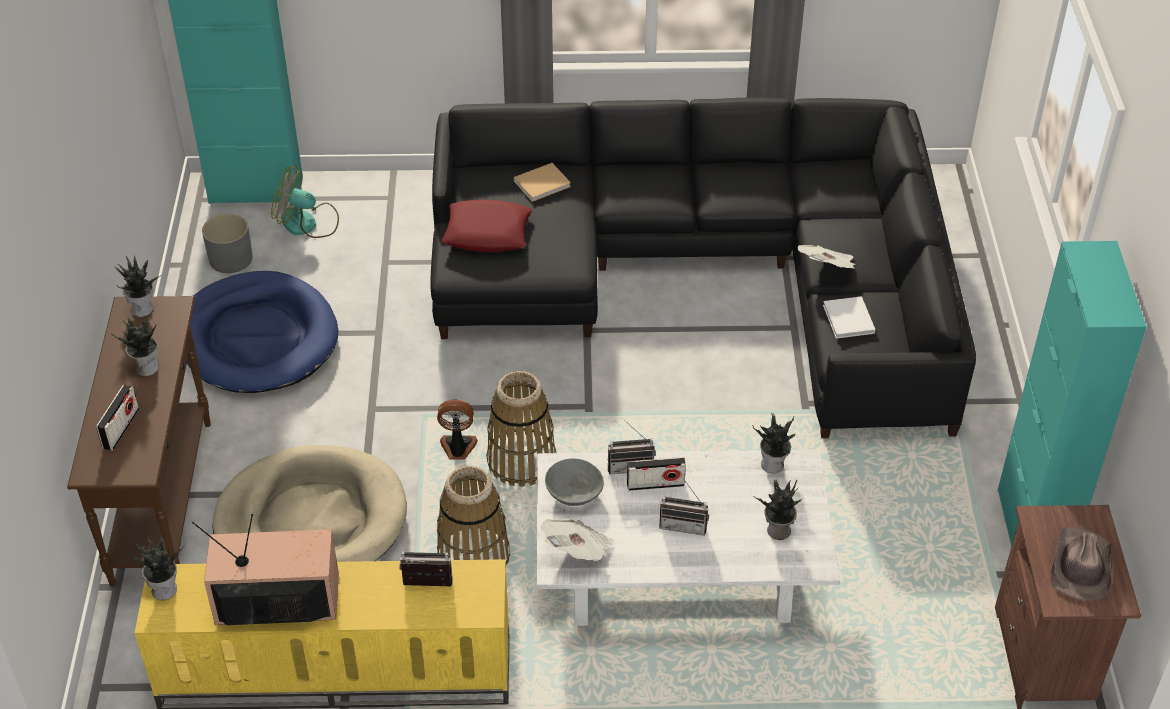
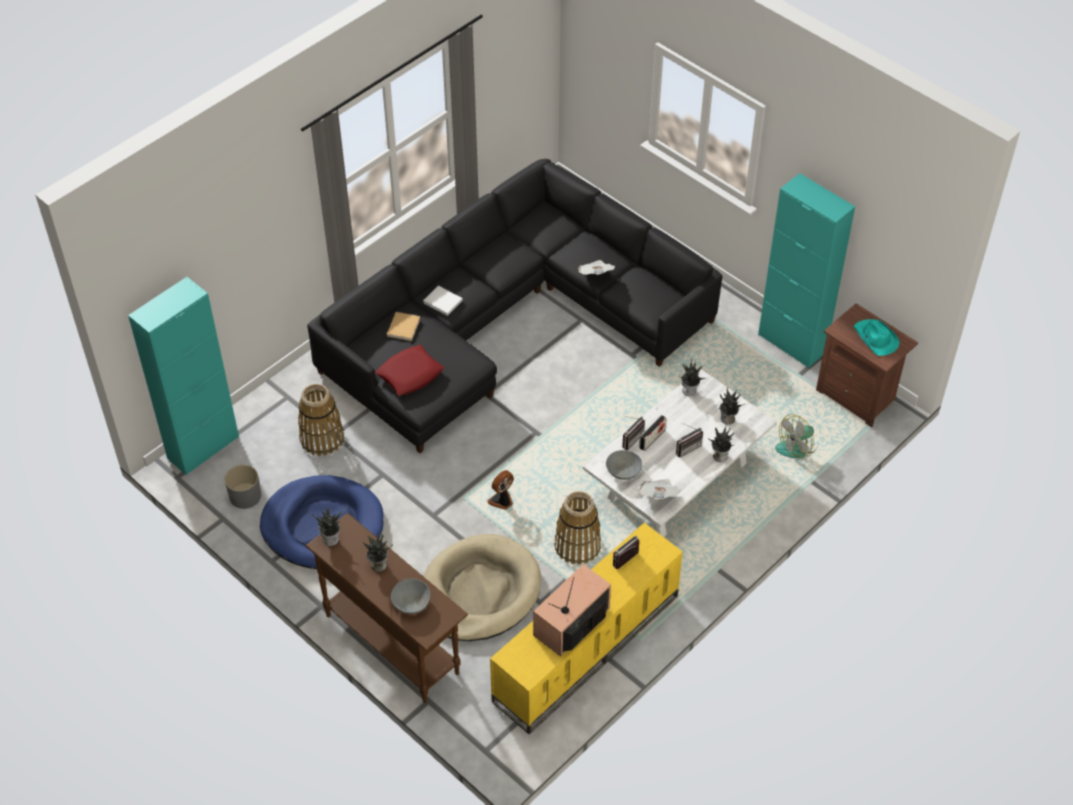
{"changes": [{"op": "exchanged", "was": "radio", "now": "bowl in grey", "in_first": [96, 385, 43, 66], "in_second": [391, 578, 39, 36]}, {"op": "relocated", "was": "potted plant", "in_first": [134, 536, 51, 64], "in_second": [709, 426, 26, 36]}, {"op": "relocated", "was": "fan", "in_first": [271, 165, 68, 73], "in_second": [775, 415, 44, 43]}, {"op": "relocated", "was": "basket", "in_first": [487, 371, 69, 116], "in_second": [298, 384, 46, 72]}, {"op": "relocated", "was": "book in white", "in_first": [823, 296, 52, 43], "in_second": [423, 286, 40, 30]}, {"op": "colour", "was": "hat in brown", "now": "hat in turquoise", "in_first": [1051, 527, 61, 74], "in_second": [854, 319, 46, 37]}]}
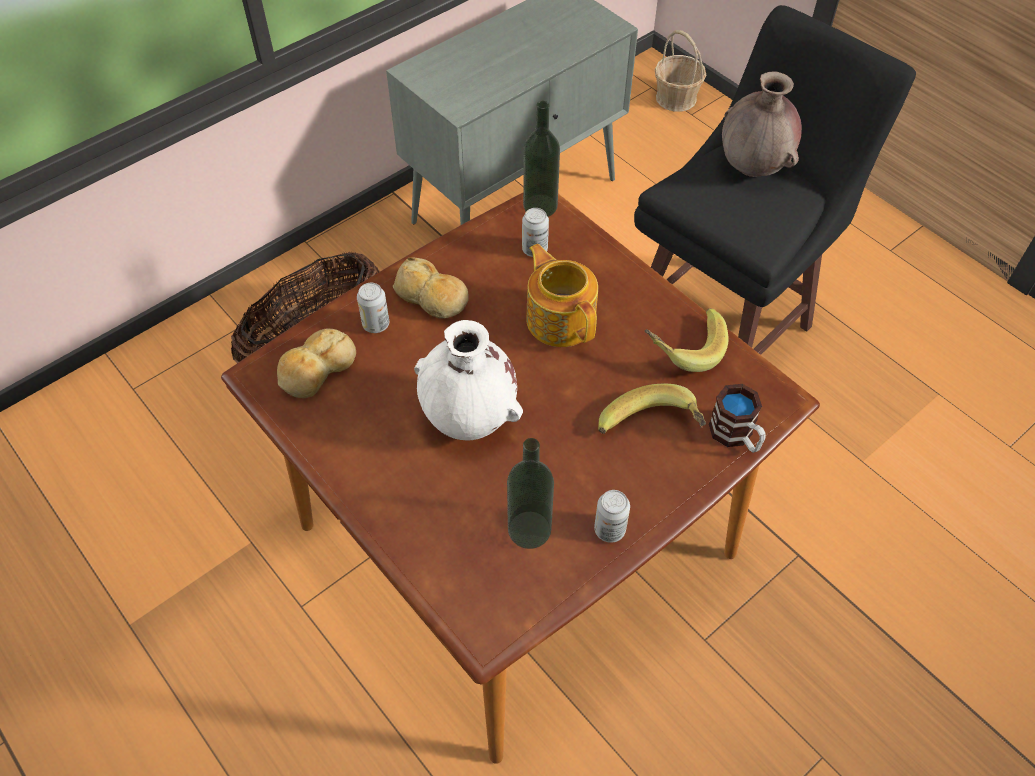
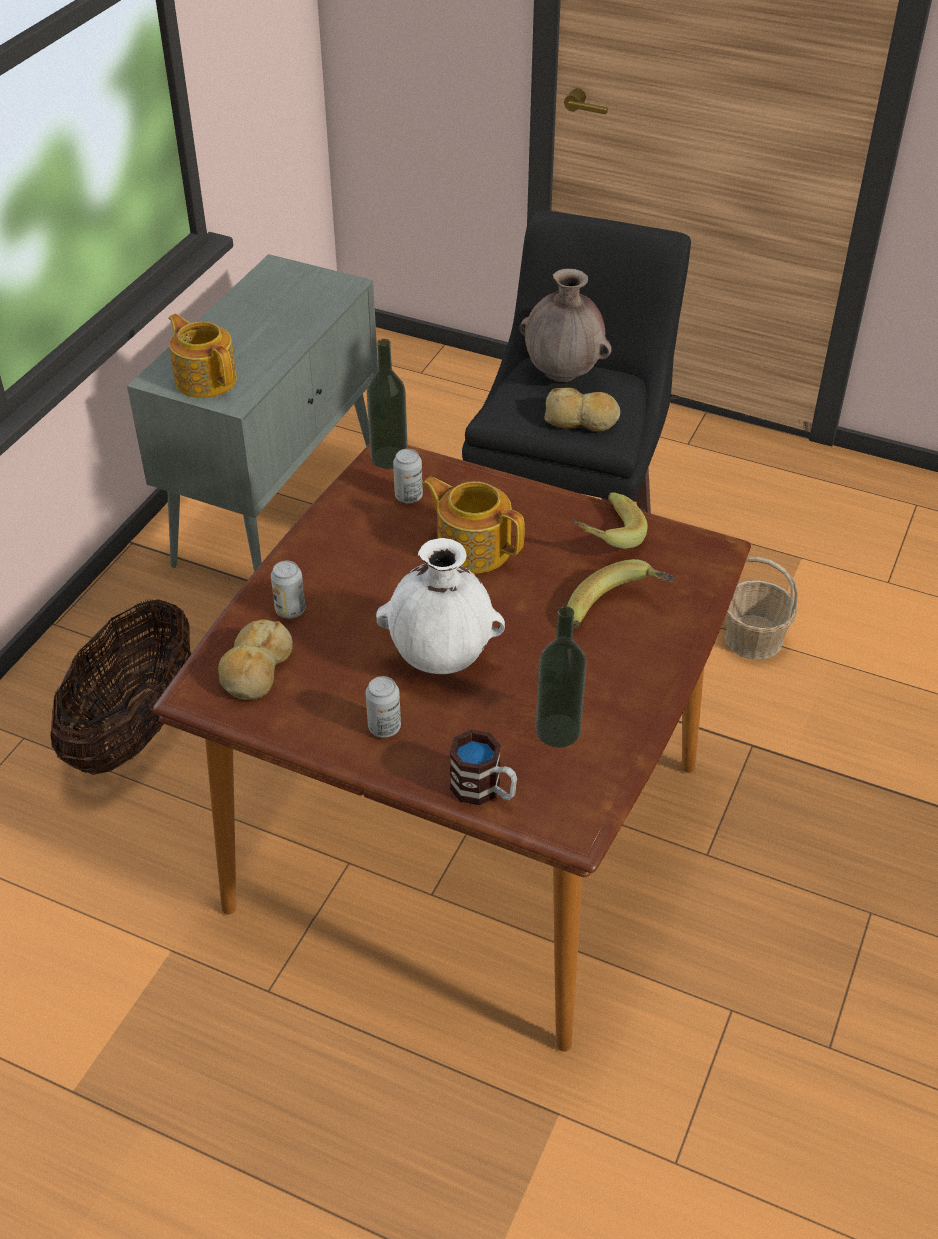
{"changes": [{"op": "relocated", "was": "bread", "in_first": [393, 257, 76, 62], "in_second": [544, 388, 76, 43]}, {"op": "relocated", "was": "can", "in_first": [594, 490, 36, 53], "in_second": [366, 676, 35, 62]}, {"op": "relocated", "was": "basket", "in_first": [655, 30, 51, 81], "in_second": [724, 557, 74, 103]}, {"op": "relocated", "was": "mug", "in_first": [709, 384, 57, 69], "in_second": [450, 730, 67, 75]}, {"op": "appeared", "now": "teapot", "in_second": [168, 314, 69, 84]}]}
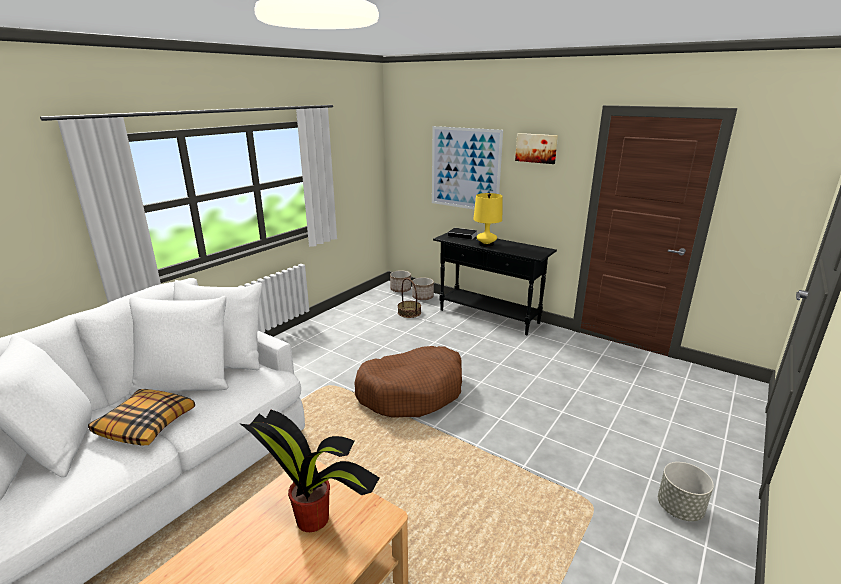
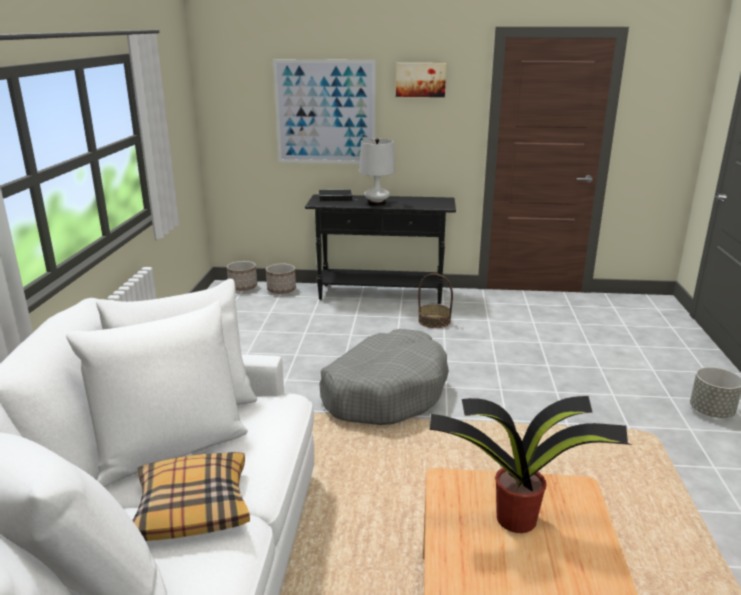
{"changes": [{"op": "colour", "was": "dog bed in brown", "now": "dog bed in grey", "in_first": [354, 346, 108, 72], "in_second": [319, 329, 130, 96]}, {"op": "relocated", "was": "basket", "in_first": [398, 278, 23, 40], "in_second": [418, 273, 35, 55]}, {"op": "colour", "was": "table lamp in yellow", "now": "table lamp in white", "in_first": [473, 193, 29, 54], "in_second": [359, 139, 36, 67]}]}
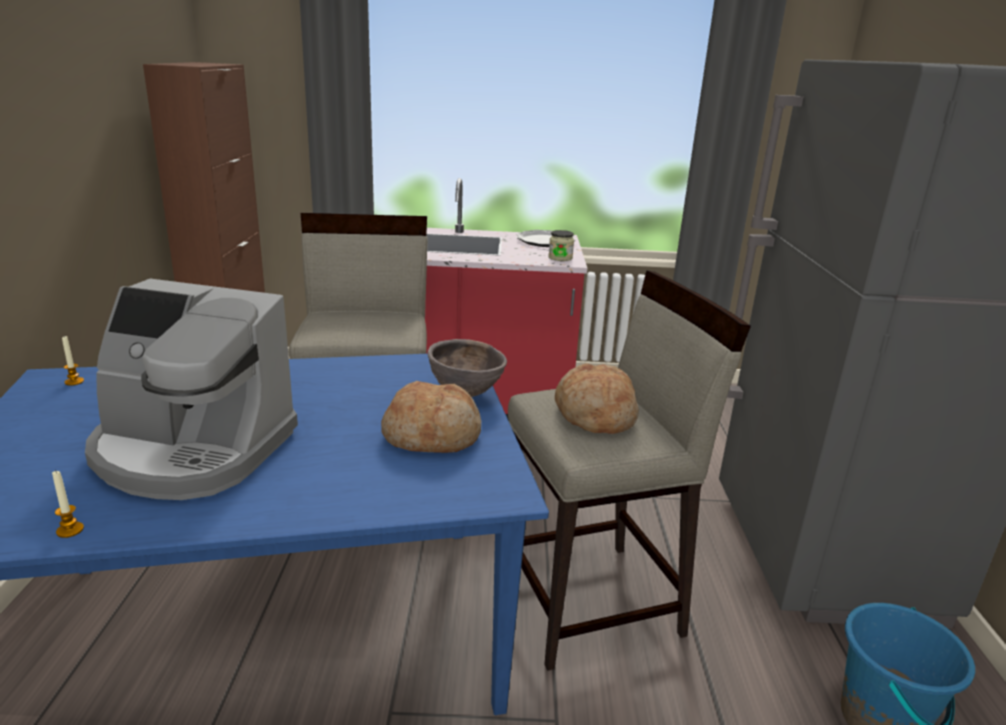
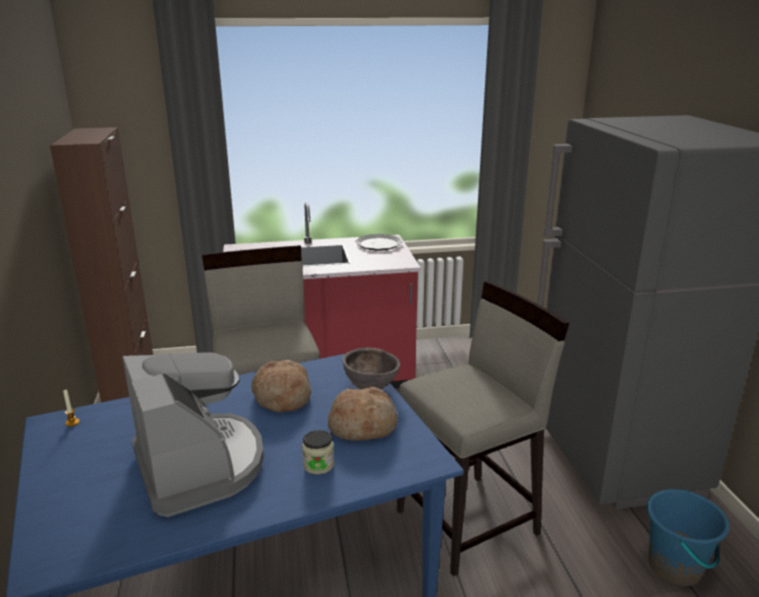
{"changes": [{"op": "missing", "was": "candle", "in_first": [52, 470, 32, 68]}, {"op": "spun", "was": "coffee machine", "in_first": [85, 279, 213, 221], "in_second": [123, 352, 141, 165], "clockwise": -120}, {"op": "relocated", "was": "jar", "in_first": [549, 230, 25, 31], "in_second": [302, 430, 32, 45]}, {"op": "relocated", "was": "bread", "in_first": [555, 363, 84, 71], "in_second": [252, 360, 59, 52]}]}
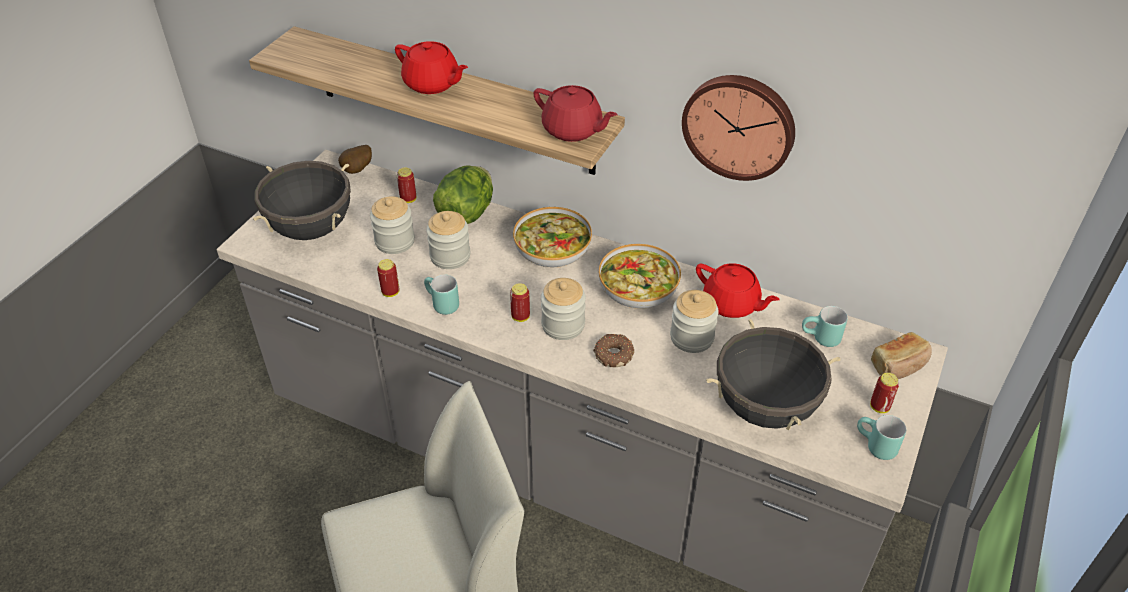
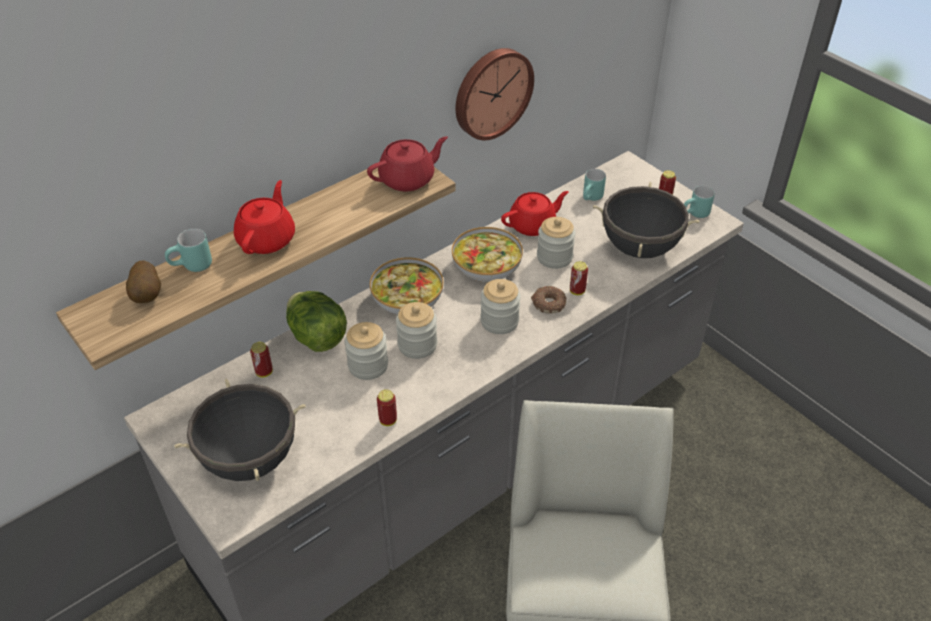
{"changes": [{"op": "relocated", "was": "potato", "in_first": [338, 145, 34, 29], "in_second": [126, 260, 35, 43]}, {"op": "relocated", "was": "jar", "in_first": [370, 196, 45, 58], "in_second": [396, 302, 41, 57]}, {"op": "spun", "was": "teapot in red", "in_first": [395, 41, 73, 53], "in_second": [234, 180, 61, 74], "clockwise": -45}, {"op": "relocated", "was": "mug in turquoise", "in_first": [424, 275, 35, 40], "in_second": [165, 229, 47, 43]}, {"op": "relocated", "was": "can", "in_first": [510, 283, 20, 39], "in_second": [570, 261, 18, 34]}, {"op": "missing", "was": "bread", "in_first": [871, 332, 61, 47]}]}
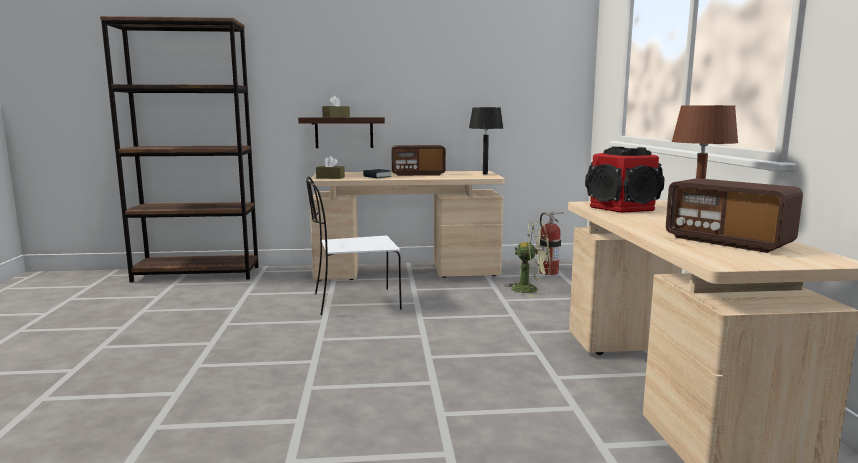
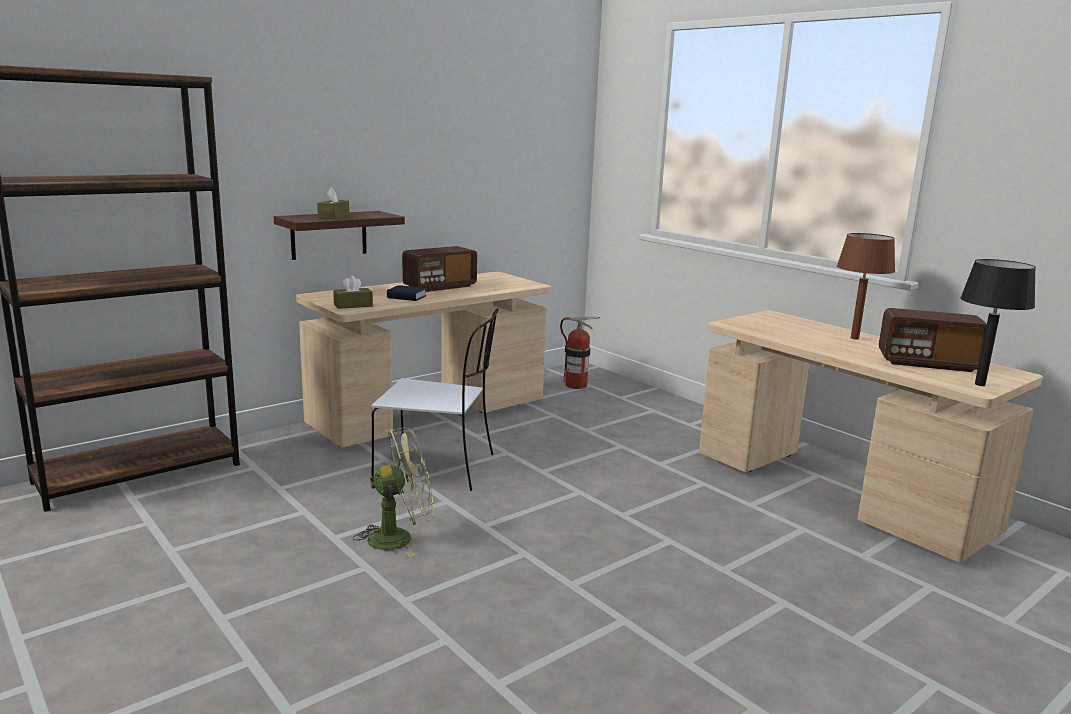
{"changes": [{"op": "spun", "was": "chair in white", "in_first": [306, 177, 96, 138], "in_second": [371, 308, 128, 183], "clockwise": -120}, {"op": "relocated", "was": "table lamp in black", "in_first": [469, 107, 34, 67], "in_second": [960, 259, 76, 127]}, {"op": "relocated", "was": "fan in green", "in_first": [506, 221, 45, 76], "in_second": [353, 427, 80, 130]}, {"op": "missing", "was": "speaker", "in_first": [585, 147, 79, 66]}]}
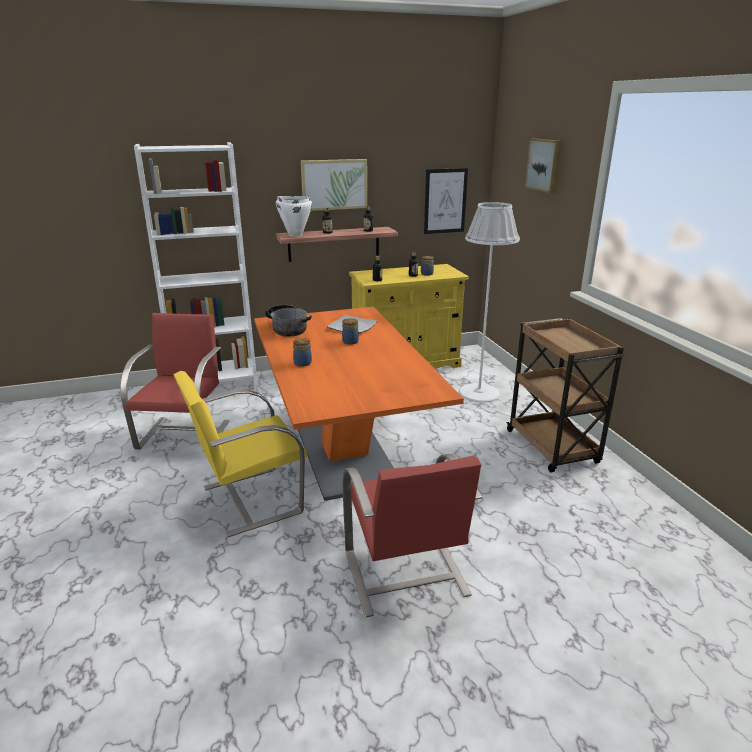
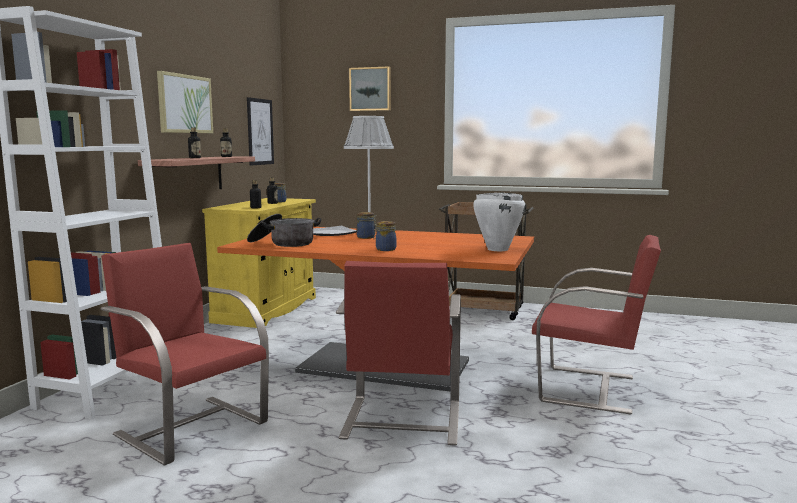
{"changes": [{"op": "colour", "was": "chair in yellow", "now": "chair in red", "in_first": [173, 371, 134, 167], "in_second": [336, 261, 125, 184]}, {"op": "relocated", "was": "cooking pot in white", "in_first": [276, 196, 36, 41], "in_second": [473, 193, 52, 58]}]}
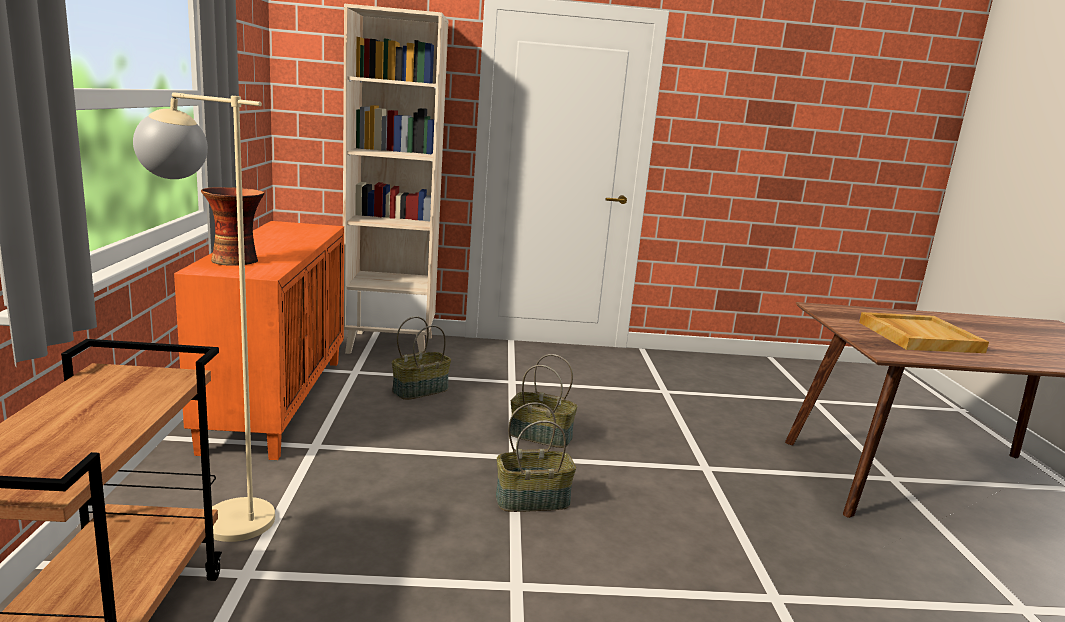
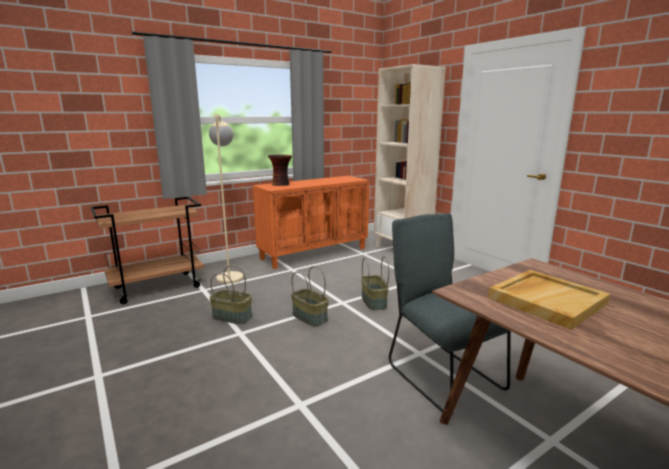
{"changes": [{"op": "relocated", "was": "basket", "in_first": [392, 316, 59, 84], "in_second": [209, 265, 43, 59]}, {"op": "appeared", "now": "chair in grey", "in_second": [389, 213, 122, 201]}]}
